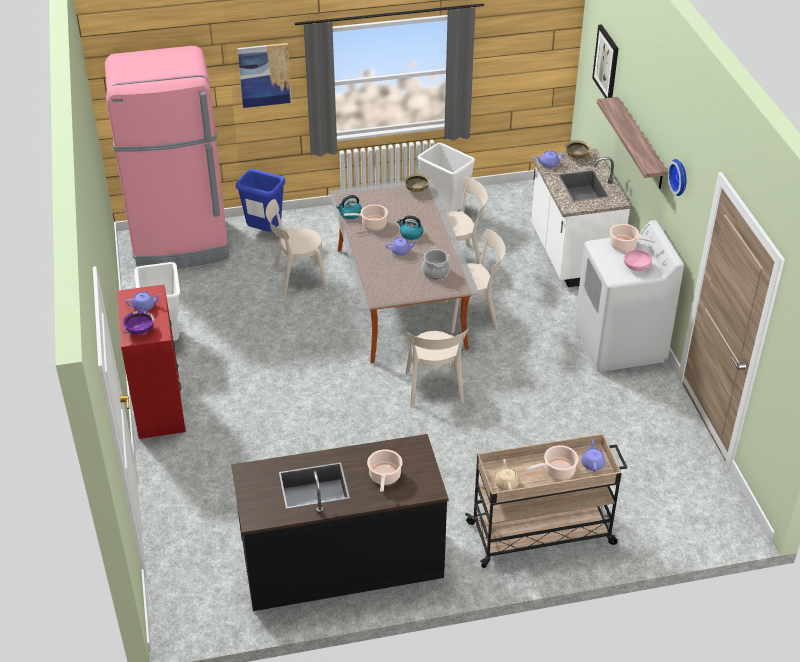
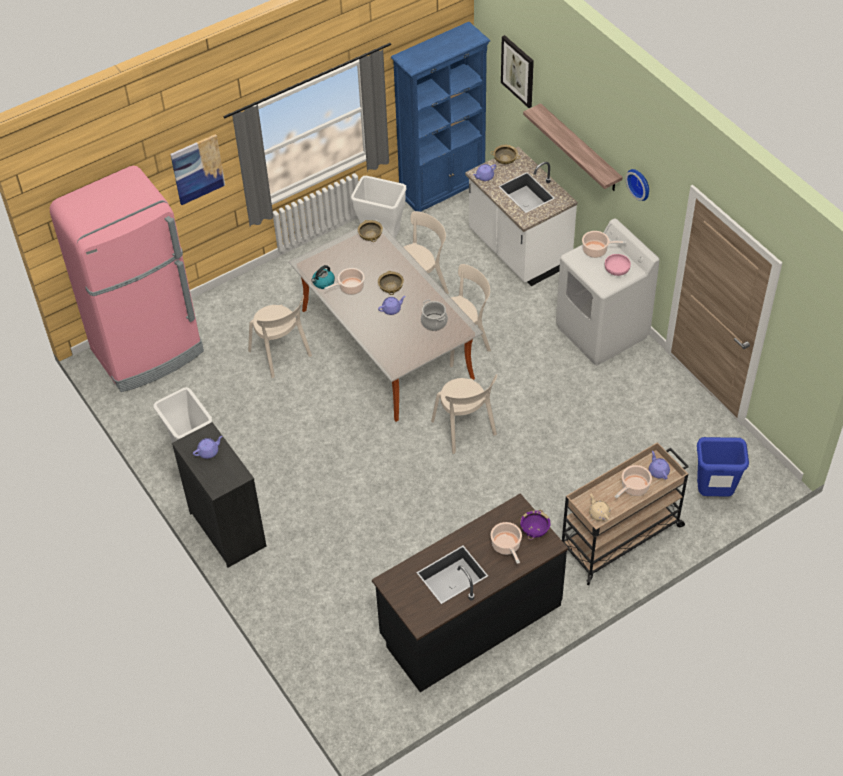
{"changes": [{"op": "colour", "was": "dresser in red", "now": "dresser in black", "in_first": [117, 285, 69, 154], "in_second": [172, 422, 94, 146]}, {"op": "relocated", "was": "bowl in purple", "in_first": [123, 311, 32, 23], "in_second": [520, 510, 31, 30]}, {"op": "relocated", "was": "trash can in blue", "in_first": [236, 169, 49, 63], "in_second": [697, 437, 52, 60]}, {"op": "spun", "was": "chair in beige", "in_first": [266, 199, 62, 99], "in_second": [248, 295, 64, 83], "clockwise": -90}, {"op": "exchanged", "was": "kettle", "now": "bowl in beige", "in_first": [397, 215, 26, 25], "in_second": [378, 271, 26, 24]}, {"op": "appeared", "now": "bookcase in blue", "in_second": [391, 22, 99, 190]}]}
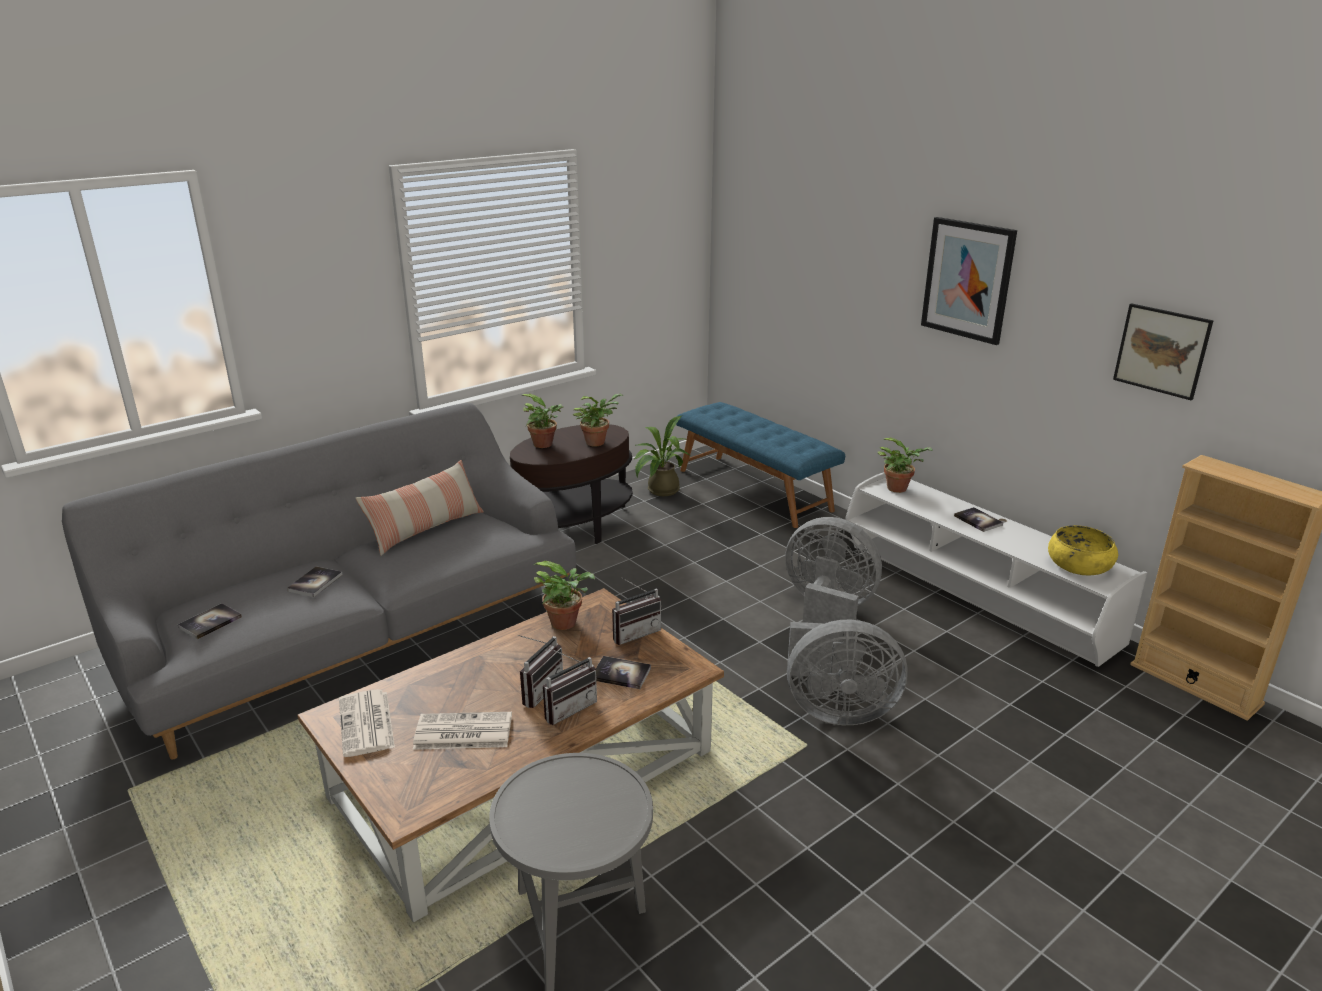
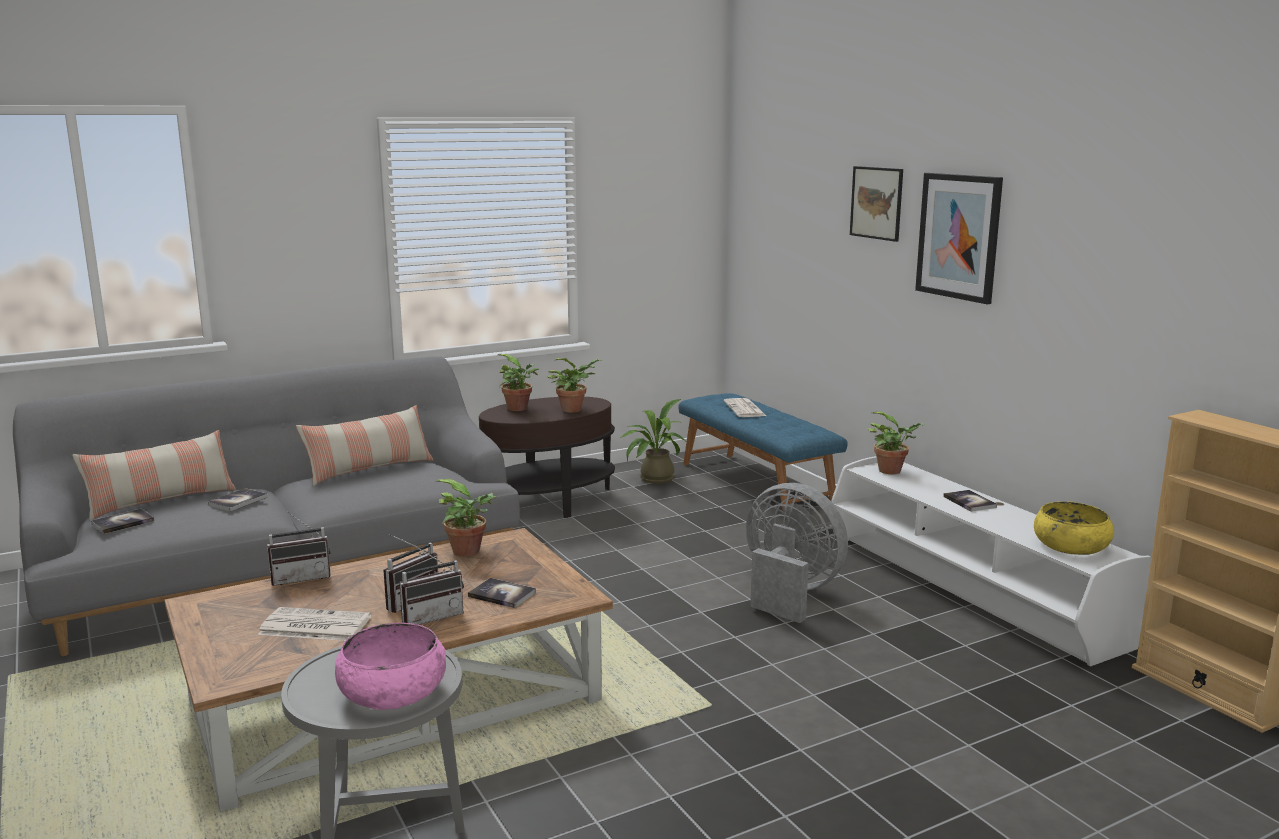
{"changes": [{"op": "relocated", "was": "newspaper", "in_first": [339, 689, 56, 68], "in_second": [724, 398, 42, 19]}, {"op": "relocated", "was": "radio", "in_first": [612, 578, 50, 67], "in_second": [267, 511, 64, 75]}, {"op": "missing", "was": "fan in grey", "in_first": [787, 620, 121, 105]}, {"op": "relocated", "was": "picture", "in_first": [1113, 303, 100, 97], "in_second": [850, 166, 53, 76]}, {"op": "appeared", "now": "pillow", "in_second": [72, 430, 164, 91]}, {"op": "appeared", "now": "bowl in pink", "in_second": [335, 623, 111, 87]}]}
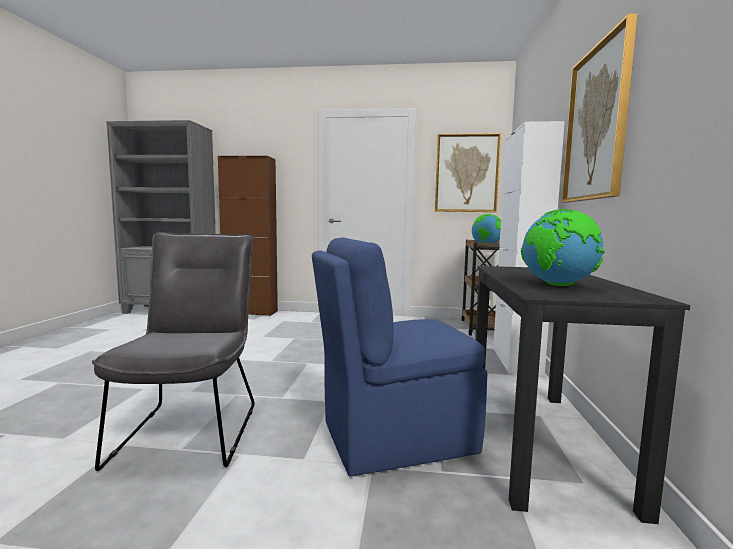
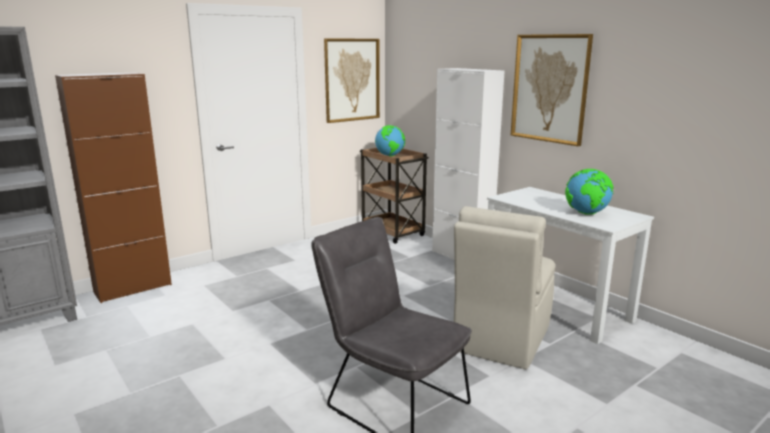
{"changes": [{"op": "colour", "was": "chair in blue", "now": "chair in beige", "in_first": [312, 237, 175, 240], "in_second": [454, 206, 101, 163]}, {"op": "colour", "was": "desk in black", "now": "desk in white", "in_first": [475, 266, 215, 258], "in_second": [487, 187, 167, 157]}]}
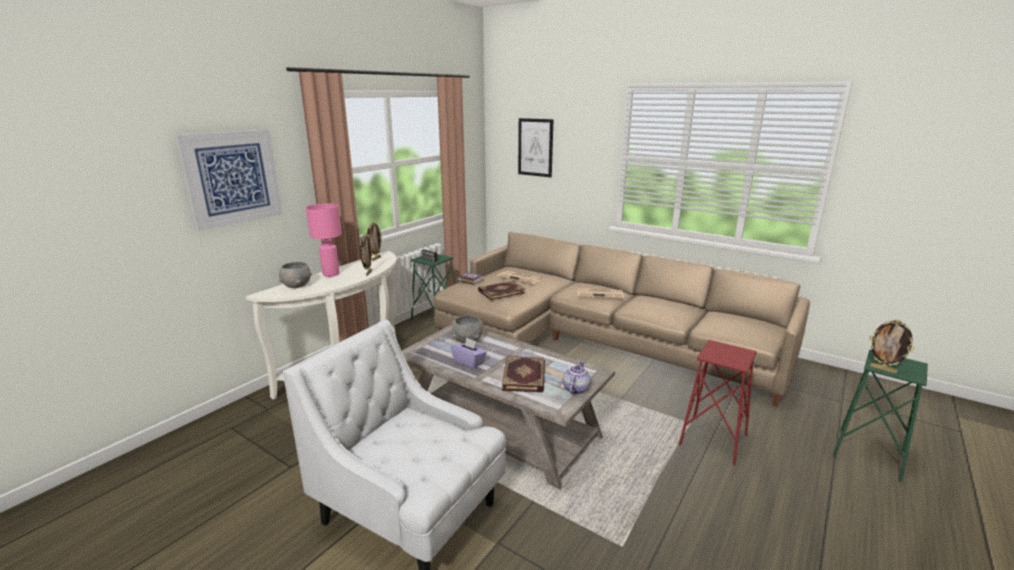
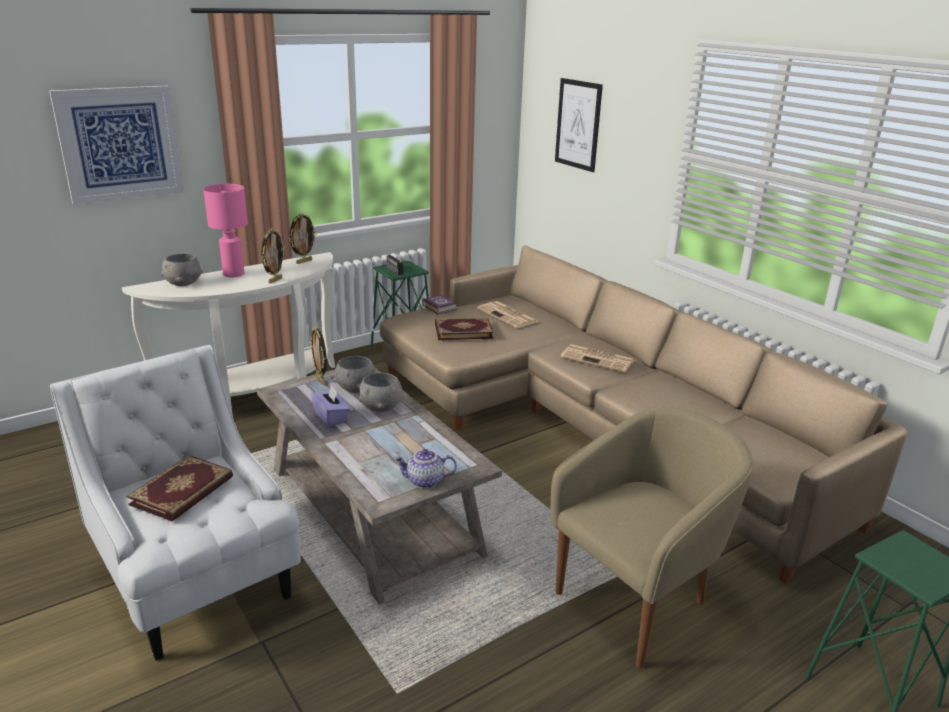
{"changes": [{"op": "relocated", "was": "book", "in_first": [502, 356, 43, 37], "in_second": [126, 455, 107, 66]}, {"op": "spun", "was": "teapot", "in_first": [563, 361, 28, 33], "in_second": [394, 449, 63, 39], "clockwise": -135}, {"op": "exchanged", "was": "stool in red", "now": "armchair in beige", "in_first": [679, 340, 78, 125], "in_second": [550, 407, 204, 262]}, {"op": "relocated", "was": "picture frame", "in_first": [869, 319, 46, 54], "in_second": [310, 326, 17, 59]}, {"op": "appeared", "now": "bowl in grey", "in_second": [359, 373, 45, 39]}]}
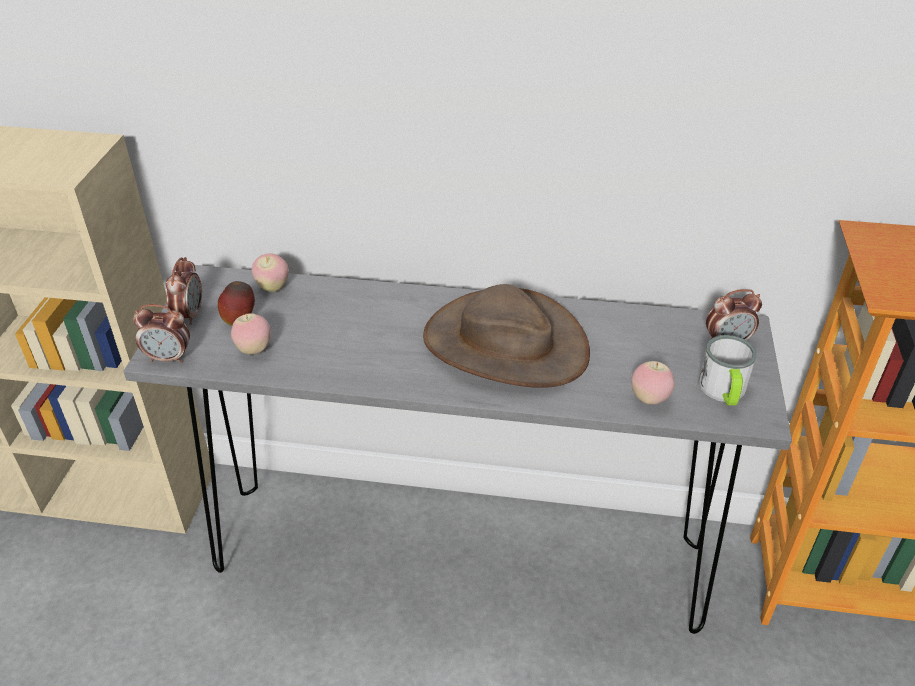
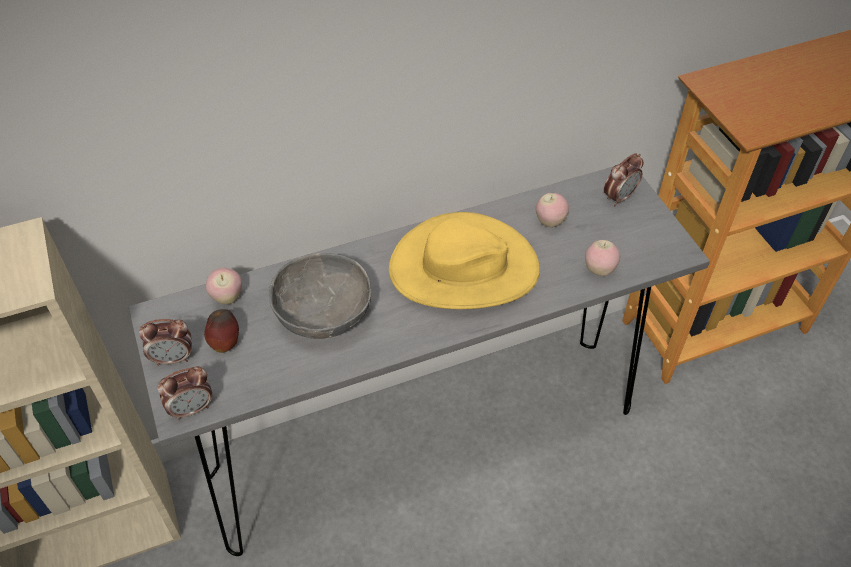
{"changes": [{"op": "spun", "was": "alarm clock", "in_first": [166, 257, 36, 68], "in_second": [139, 319, 53, 47], "clockwise": 105}, {"op": "relocated", "was": "apple", "in_first": [231, 313, 40, 41], "in_second": [535, 193, 34, 34]}, {"op": "colour", "was": "hat in brown", "now": "hat in yellow", "in_first": [423, 284, 167, 104], "in_second": [389, 212, 151, 97]}, {"op": "missing", "was": "mug", "in_first": [698, 335, 59, 70]}, {"op": "appeared", "now": "bowl in grey", "in_second": [269, 253, 102, 86]}]}
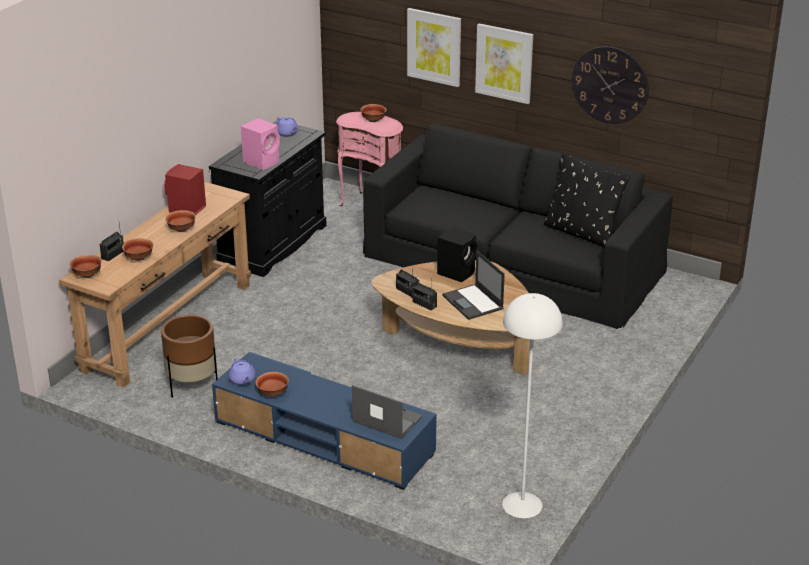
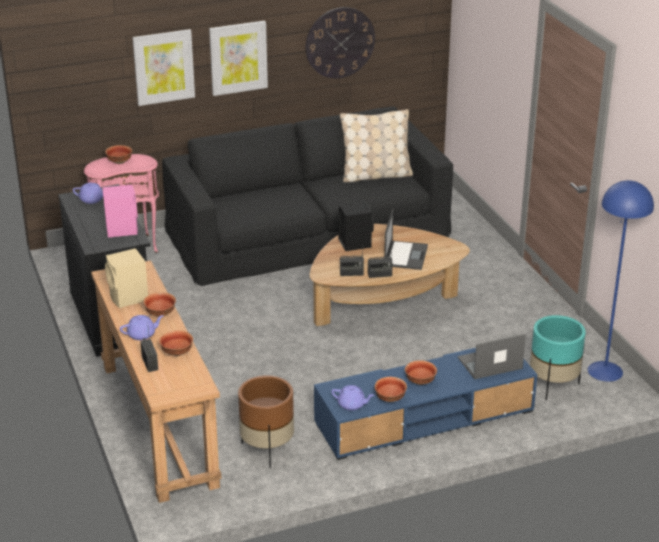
{"changes": [{"op": "relocated", "was": "bowl", "in_first": [70, 255, 32, 23], "in_second": [405, 360, 32, 25]}, {"op": "colour", "was": "speaker in red", "now": "speaker in beige", "in_first": [164, 164, 42, 51], "in_second": [105, 248, 43, 60]}, {"op": "spun", "was": "laptop", "in_first": [442, 251, 63, 69], "in_second": [384, 209, 44, 61], "clockwise": -90}, {"op": "colour", "was": "floor lamp in white", "now": "floor lamp in blue", "in_first": [502, 293, 61, 225], "in_second": [588, 180, 66, 202]}, {"op": "colour", "was": "pillow in black", "now": "pillow in beige", "in_first": [544, 154, 85, 93], "in_second": [340, 109, 73, 73]}, {"op": "appeared", "now": "teapot in purple", "in_second": [120, 315, 44, 25]}, {"op": "appeared", "now": "planter in turquoise", "in_second": [530, 315, 56, 85]}]}
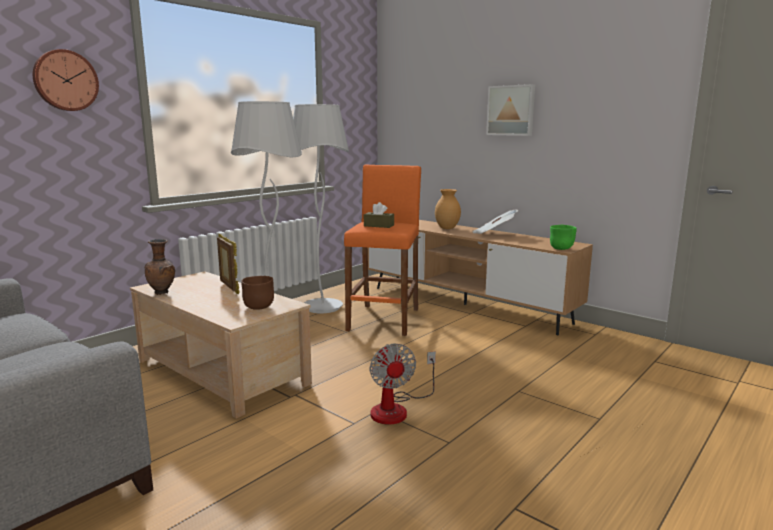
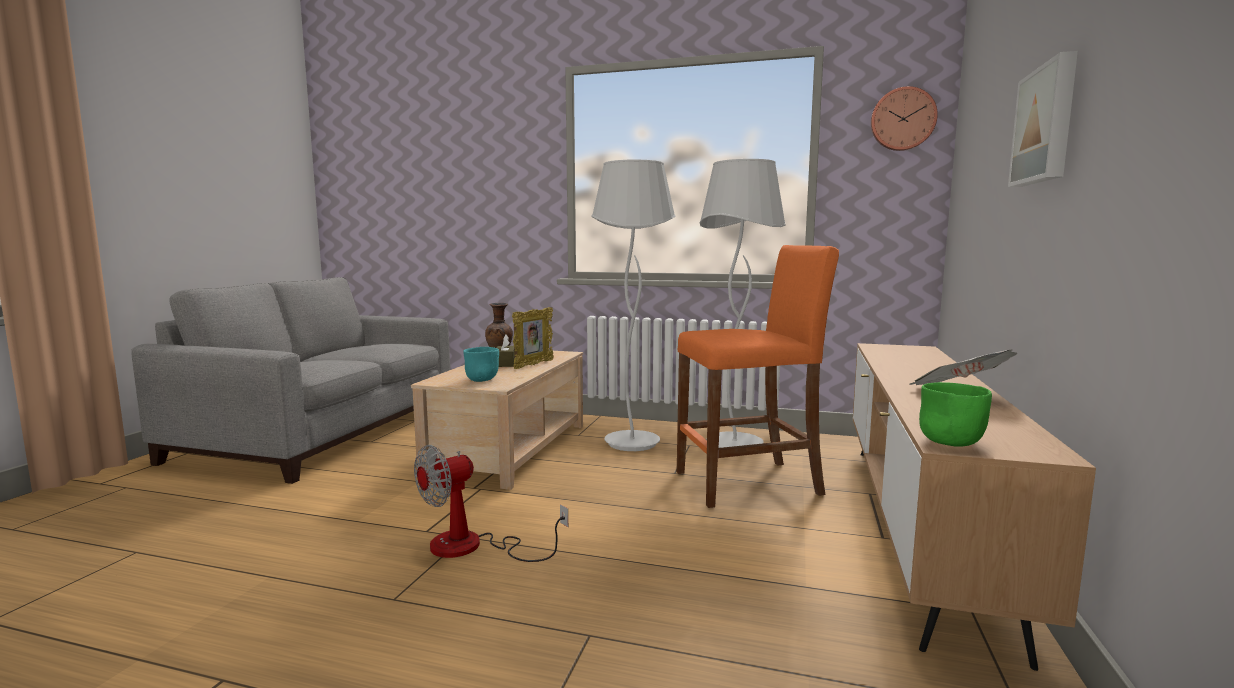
{"changes": [{"op": "relocated", "was": "wall clock", "in_first": [33, 49, 66, 62], "in_second": [871, 86, 67, 65]}, {"op": "colour", "was": "bowl in brown", "now": "bowl in turquoise", "in_first": [241, 276, 33, 34], "in_second": [463, 347, 36, 35]}, {"op": "relocated", "was": "tissue box in brown", "in_first": [364, 202, 30, 26], "in_second": [497, 335, 18, 32]}, {"op": "missing", "was": "vase in brown", "in_first": [435, 189, 26, 40]}]}
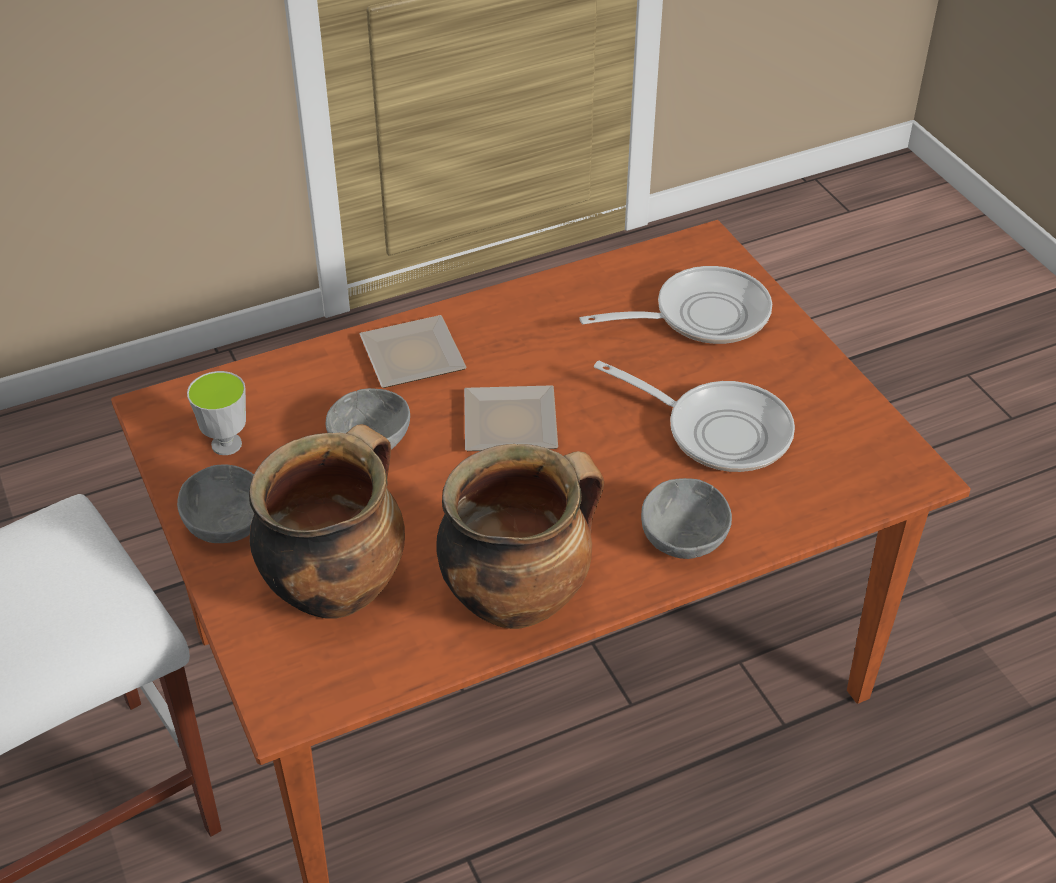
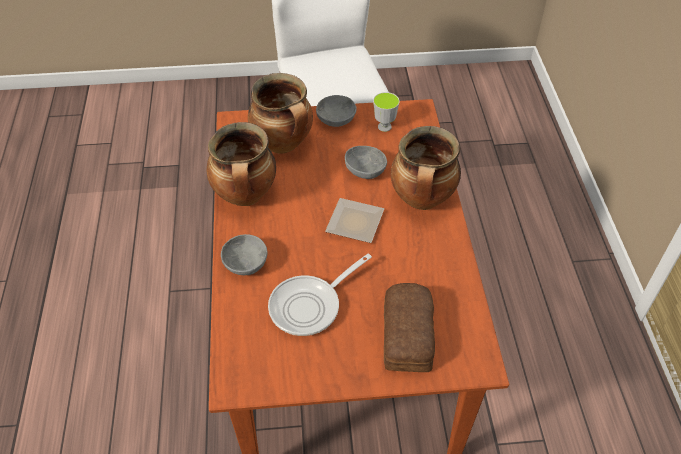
{"changes": [{"op": "exchanged", "was": "plate", "now": "cooking pot", "in_first": [360, 315, 107, 73], "in_second": [391, 126, 70, 84]}, {"op": "exchanged", "was": "frying pan", "now": "bread", "in_first": [579, 266, 193, 78], "in_second": [384, 283, 51, 89]}]}
